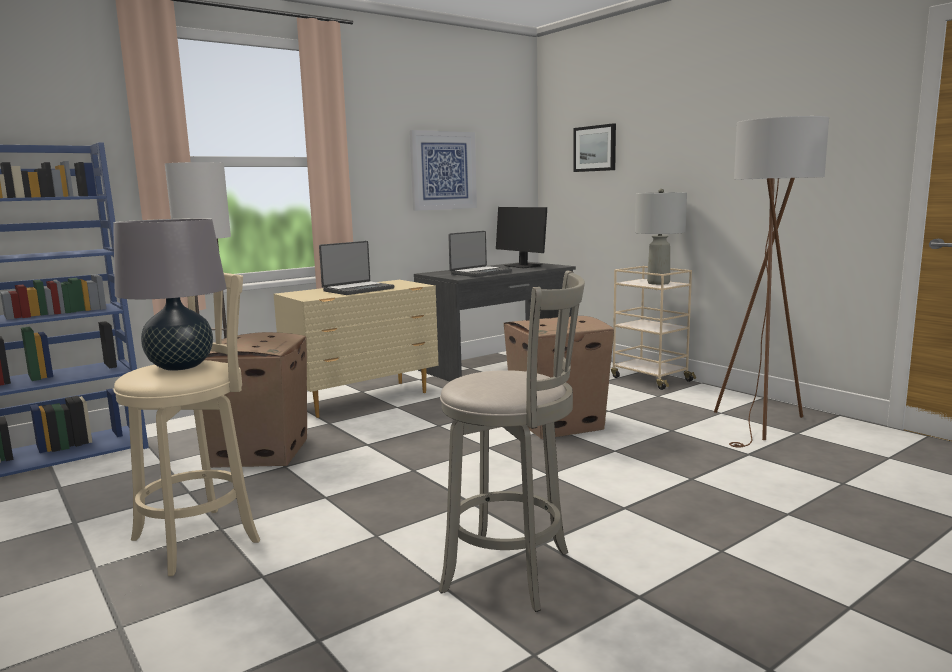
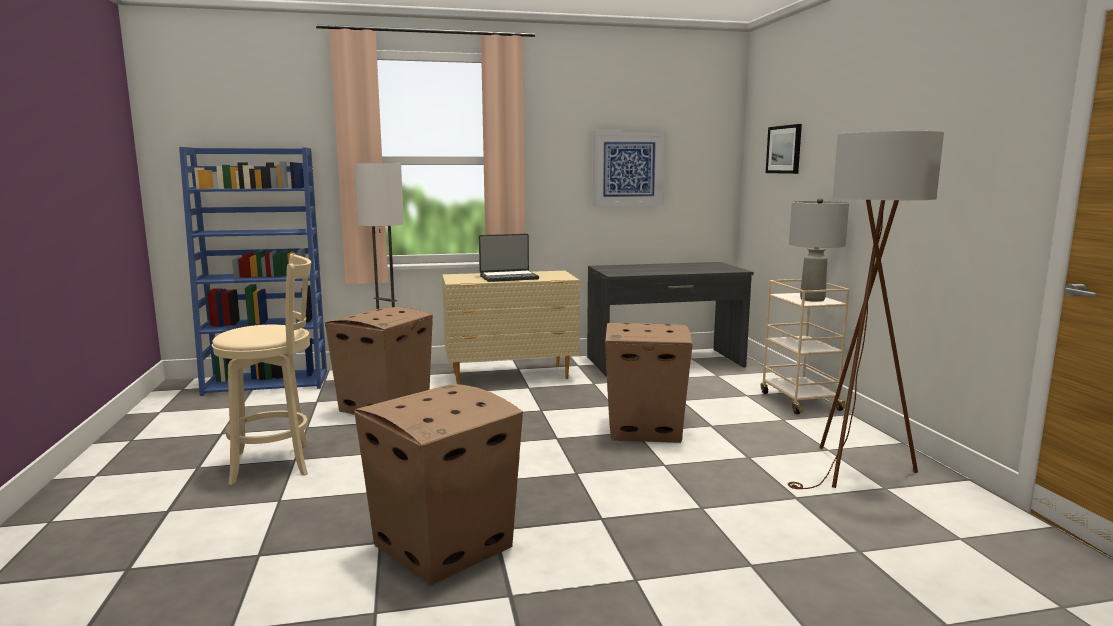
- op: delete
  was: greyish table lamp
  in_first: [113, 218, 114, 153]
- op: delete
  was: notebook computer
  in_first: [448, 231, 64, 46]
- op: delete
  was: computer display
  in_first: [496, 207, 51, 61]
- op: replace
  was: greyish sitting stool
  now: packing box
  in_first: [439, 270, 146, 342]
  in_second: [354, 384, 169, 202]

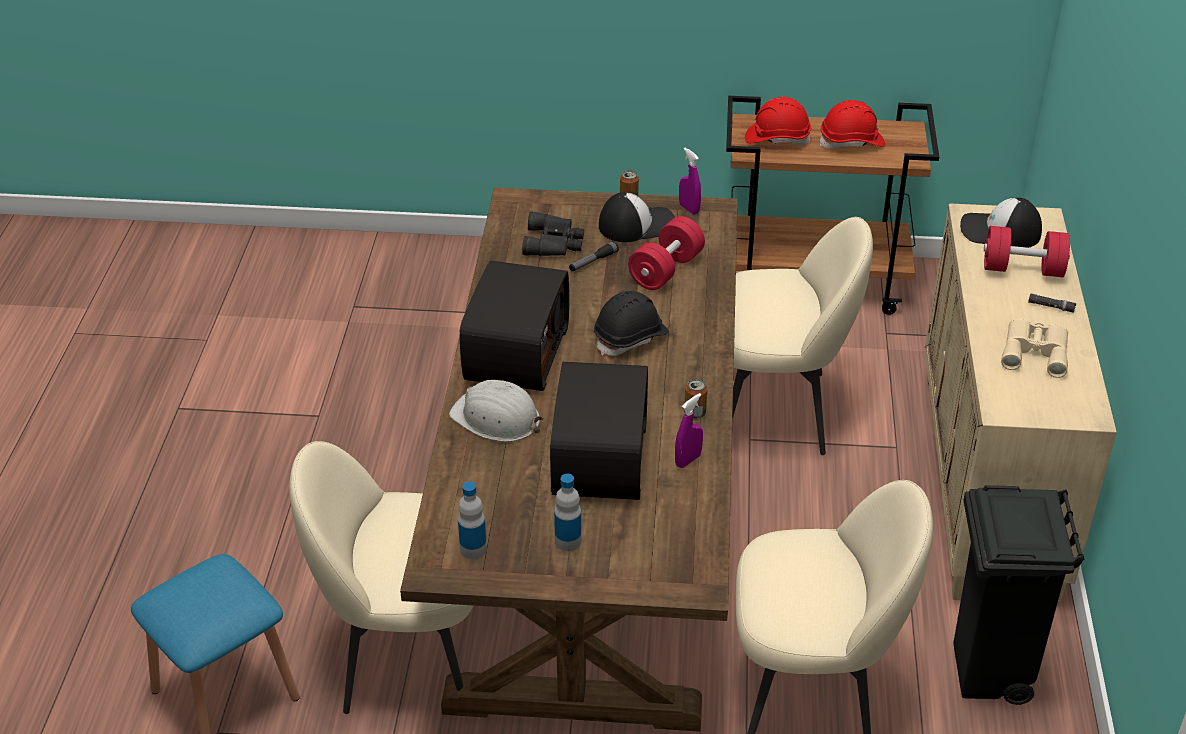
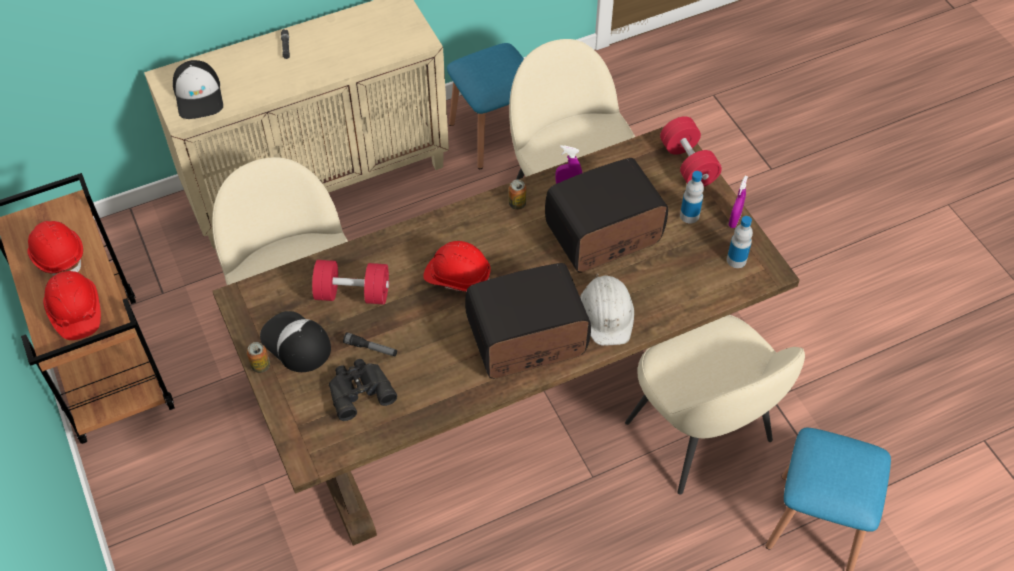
- op: delete
  was: beige-coloured binoculars
  in_first: [1001, 319, 67, 59]
- op: move
  was: purple-coloured hand sprayer
  in_first: [679, 148, 22, 67]
  in_second: [729, 176, 19, 52]
- op: move
  was: reddish free weight
  in_first: [984, 226, 86, 51]
  in_second: [660, 116, 62, 71]
- op: replace
  was: blackish waste bin
  now: bluish sitting stool
  in_first: [953, 485, 131, 220]
  in_second: [447, 43, 77, 126]
- op: recolor
  was: blackish safety helmet
  now: reddish safety helmet
  in_first: [594, 291, 75, 65]
  in_second: [423, 241, 68, 51]

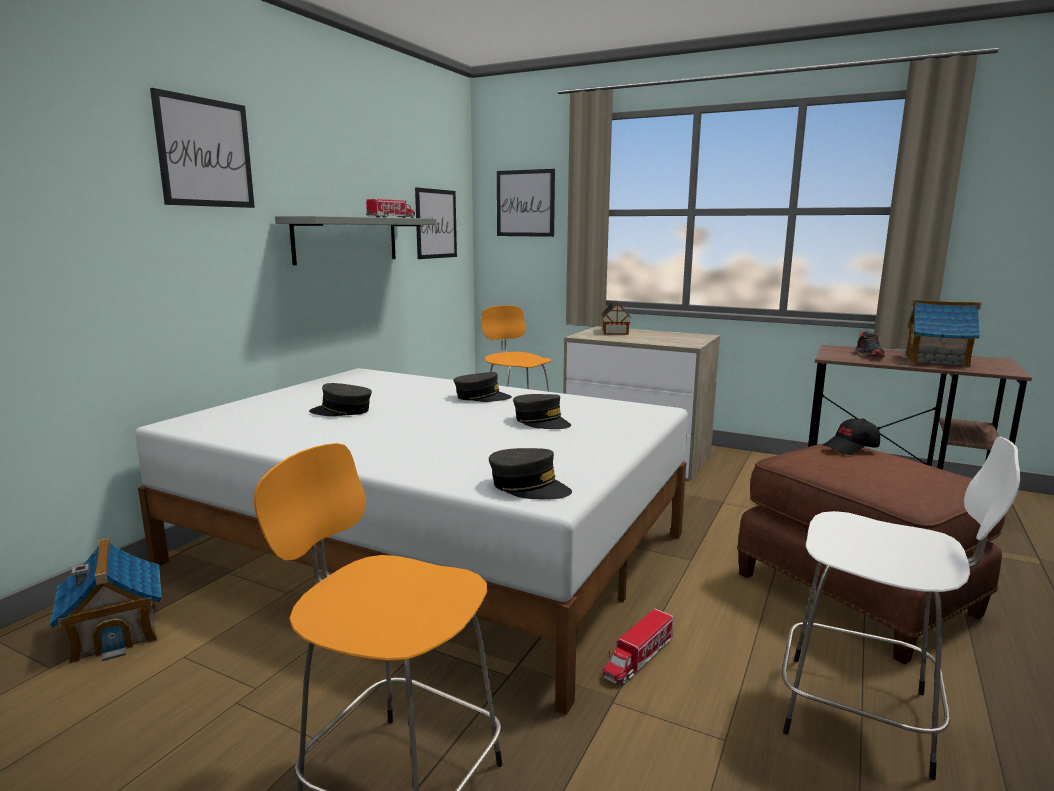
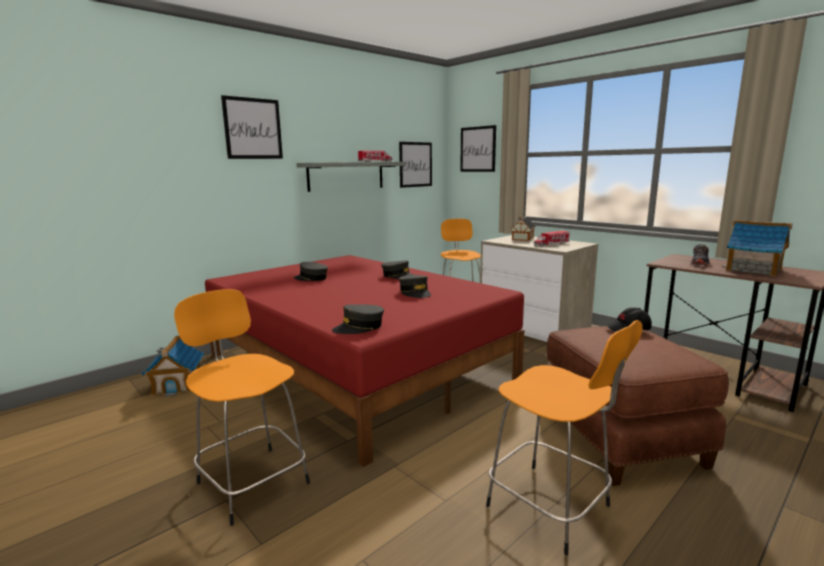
- op: move
  was: toy lorry
  in_first: [603, 609, 70, 76]
  in_second: [534, 231, 35, 16]
- op: recolor
  was: white-coloured sleeping bed
  now: reddish sleeping bed
  in_first: [135, 368, 553, 347]
  in_second: [205, 255, 319, 212]
- op: recolor
  was: white-coloured sitting stool
  now: orange-coloured sitting stool
  in_first: [782, 437, 238, 343]
  in_second: [486, 320, 157, 236]
- op: rotate
  was: greyish cap
  in_first: [489, 448, 83, 51]
  in_second: [332, 304, 52, 30]
  clockwise: 105

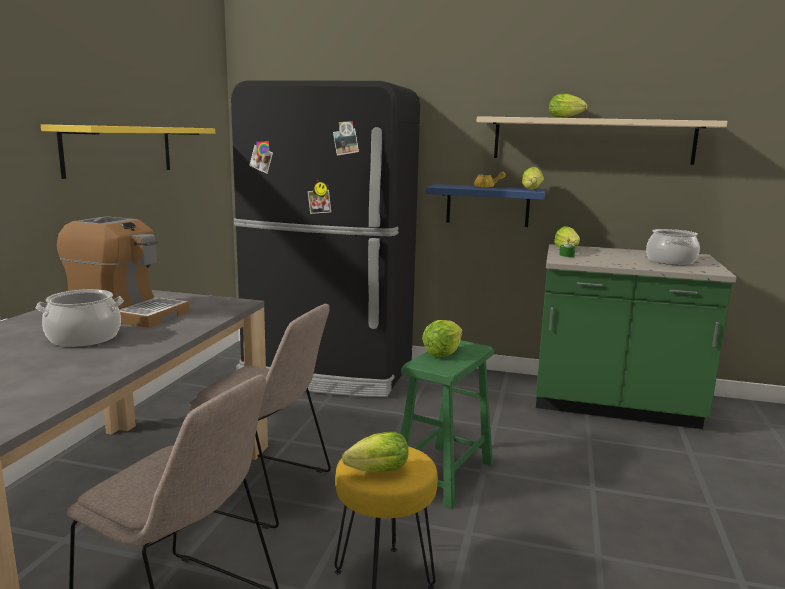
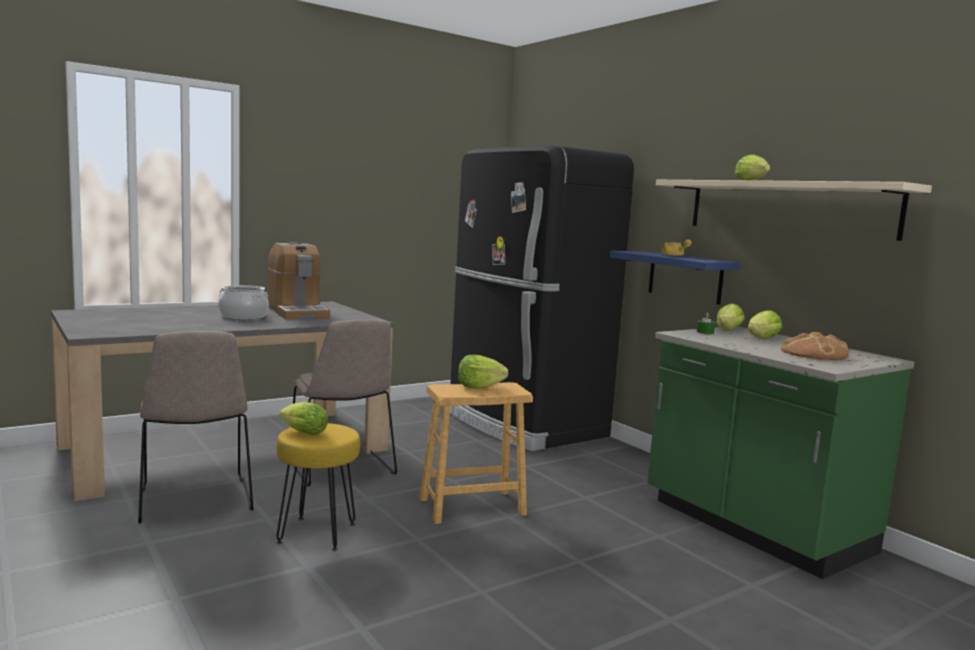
- op: delete
  was: yellowish bracket shelf
  in_first: [41, 124, 174, 55]
- op: move
  was: lettuce
  in_first: [522, 166, 22, 24]
  in_second: [748, 310, 34, 28]
- op: replace
  was: stockpot
  now: bakery bread
  in_first: [646, 229, 54, 36]
  in_second: [781, 332, 68, 28]
- op: recolor
  was: green sitting stool
  now: brown-coloured sitting stool
  in_first: [401, 340, 93, 169]
  in_second: [419, 382, 114, 142]

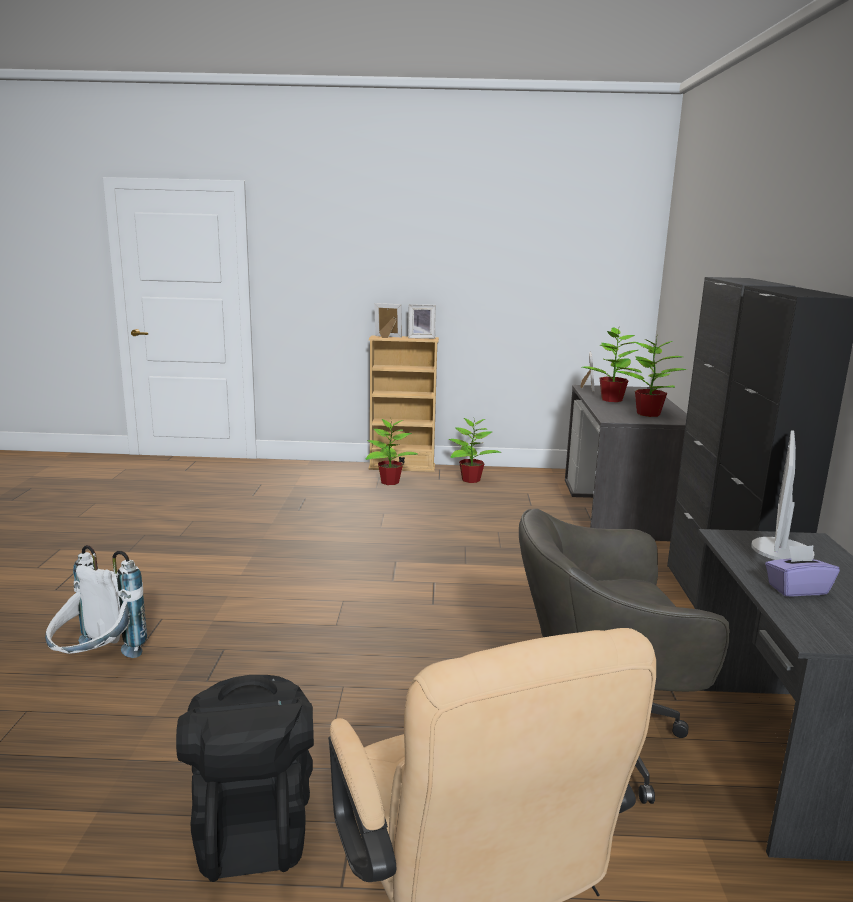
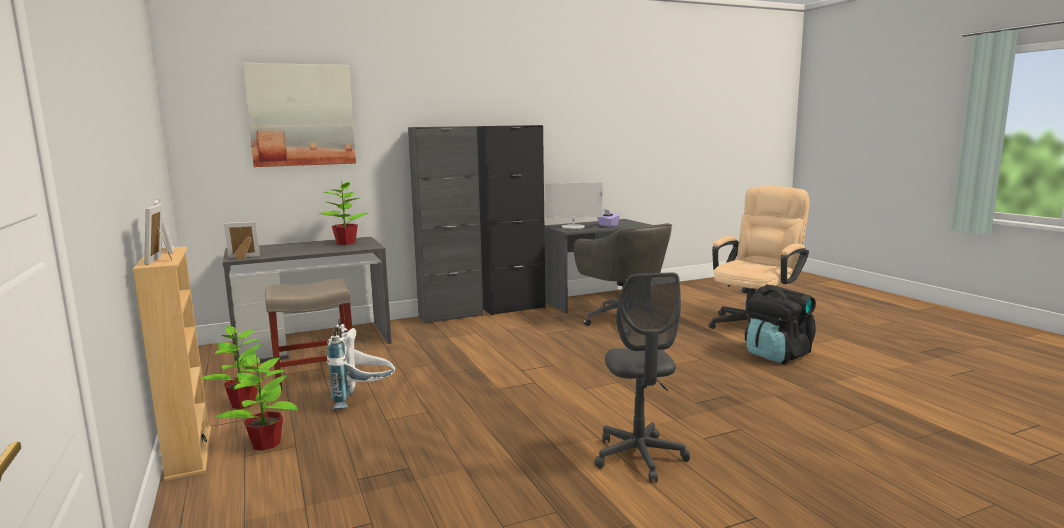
- op: delete
  was: plant in a pot
  in_first: [582, 327, 60, 75]
- op: insert
  now: picture
  in_second: [243, 63, 113, 104]
- op: insert
  now: beige-coloured sitting stool
  in_second: [265, 279, 91, 112]
- op: insert
  now: greyish computer chair
  in_second: [594, 272, 96, 211]
- op: move
  was: white-coloured backpack
  in_first: [45, 545, 102, 113]
  in_second: [327, 319, 68, 90]

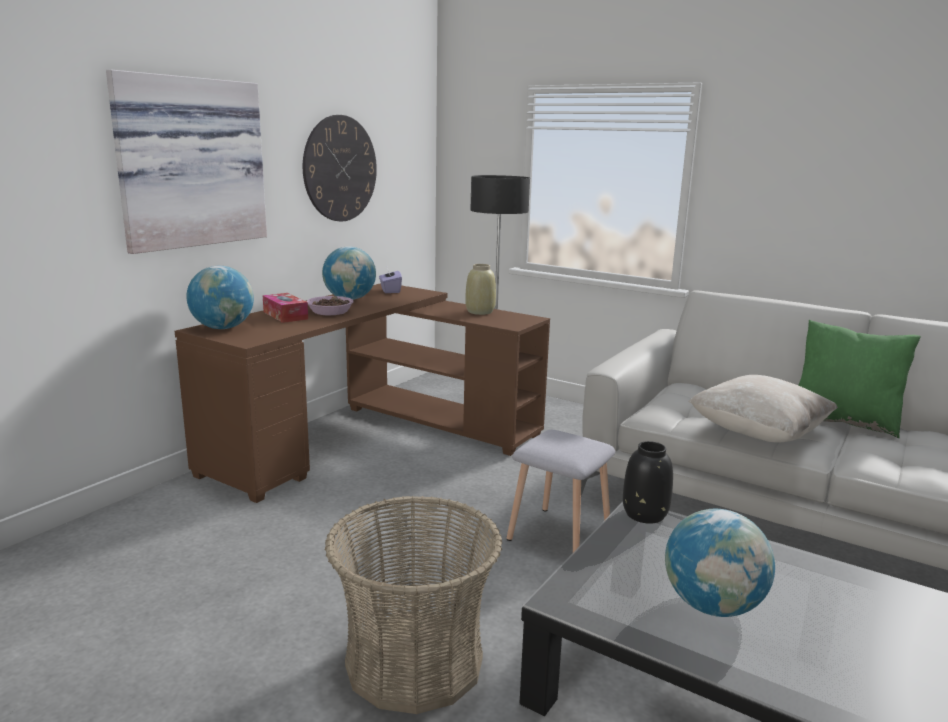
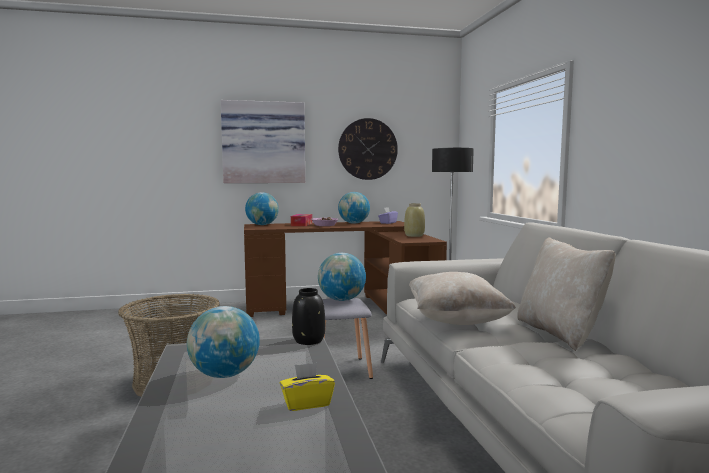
- op: insert
  now: yellowish tissue holder
  in_second: [280, 363, 55, 48]
- op: insert
  now: desk globe
  in_second: [318, 253, 48, 48]
- op: recolor
  was: green cushion
  now: beige-coloured cushion
  in_first: [798, 320, 123, 118]
  in_second: [517, 237, 99, 114]

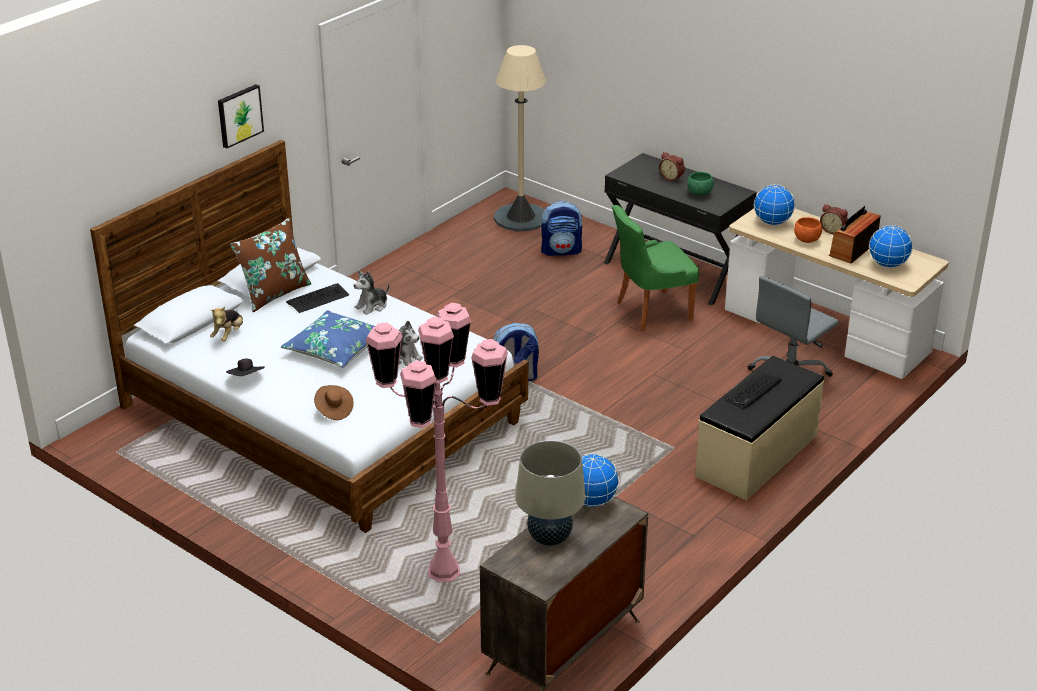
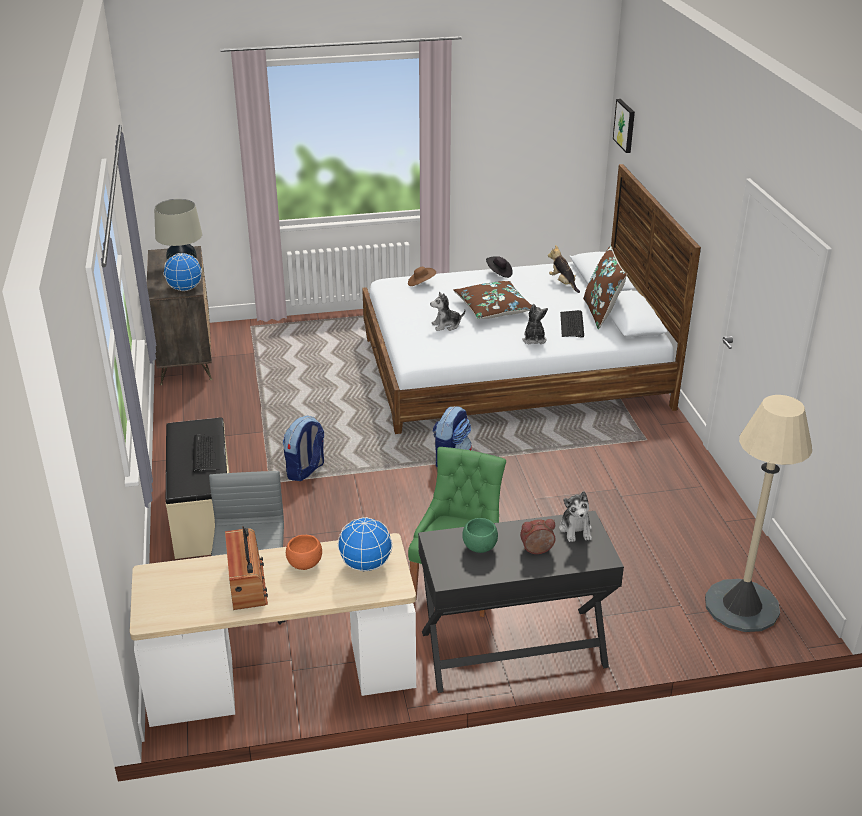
- op: delete
  was: pink standing lamp
  in_first: [366, 303, 142, 279]
- op: delete
  was: alarm clock
  in_first: [820, 204, 28, 30]
- op: delete
  was: desk globe
  in_first: [869, 225, 44, 43]
- op: insert
  now: plush toy
  in_second: [559, 491, 33, 51]
- op: move
  was: picture
  in_first: [218, 84, 46, 65]
  in_second: [613, 99, 22, 54]
- op: move
  was: backpack
  in_first: [541, 201, 42, 55]
  in_second: [283, 416, 41, 65]
- op: recolor
  was: bluish cushion
  now: brown-coloured cushion
  in_first: [281, 310, 95, 58]
  in_second: [453, 281, 79, 38]

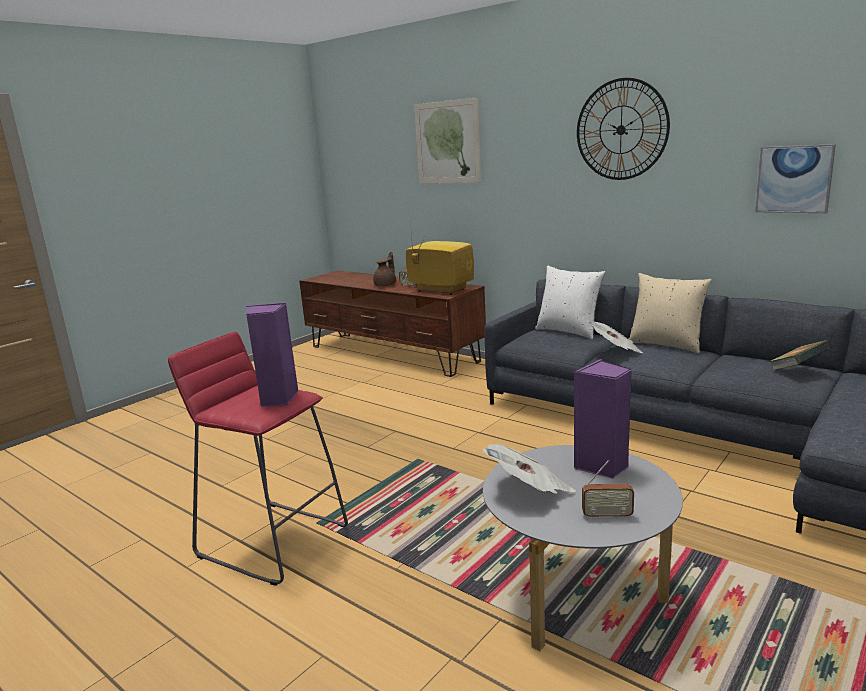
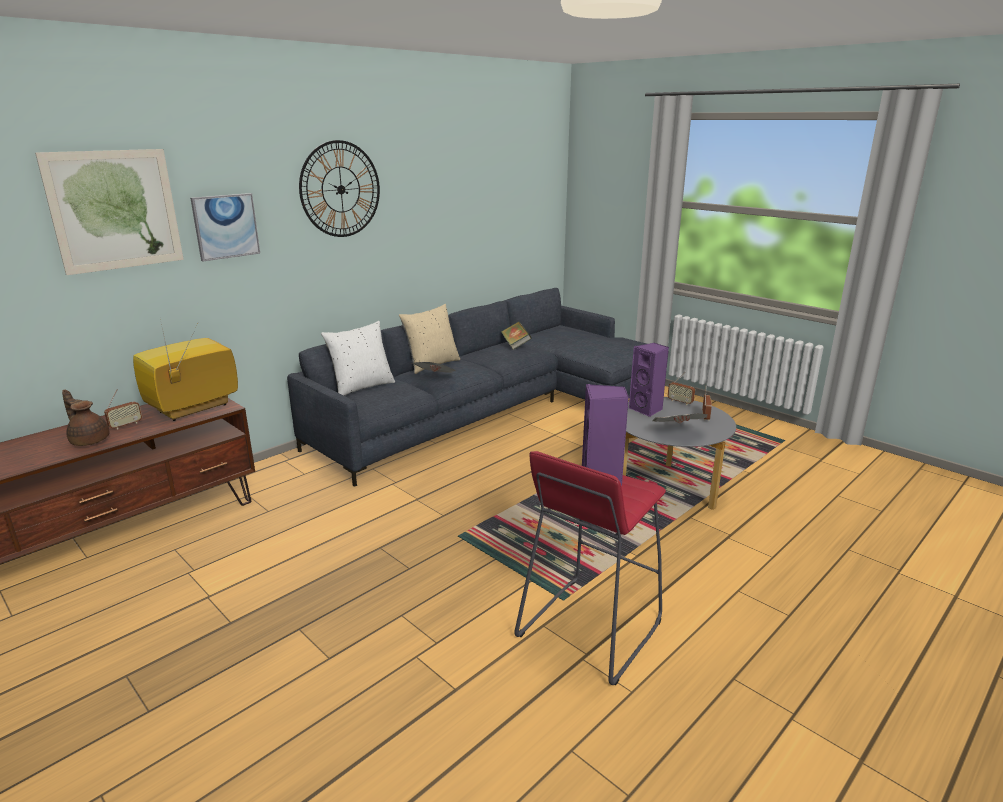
- op: insert
  now: radio set
  in_second: [668, 371, 27, 34]
- op: move
  was: picture
  in_first: [755, 144, 81, 69]
  in_second: [190, 193, 70, 68]

